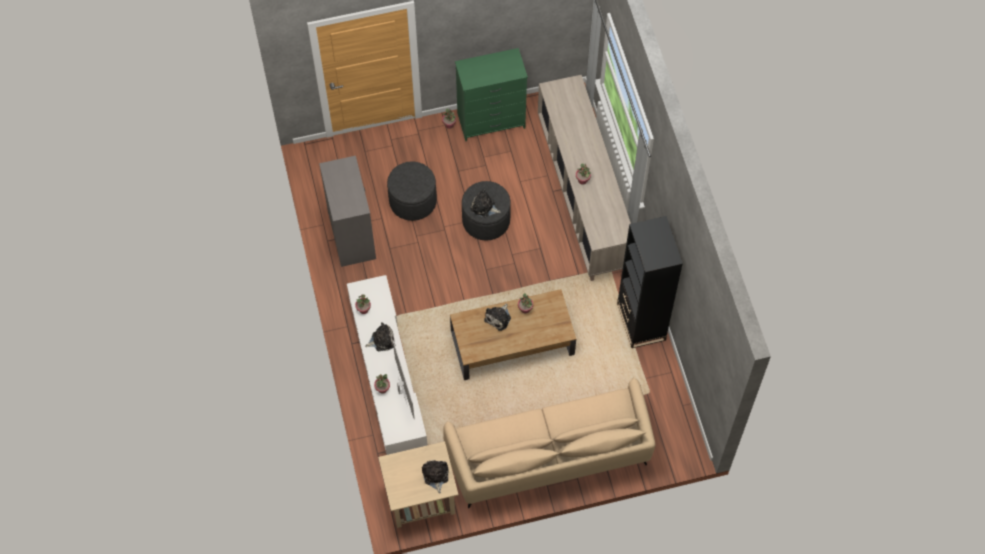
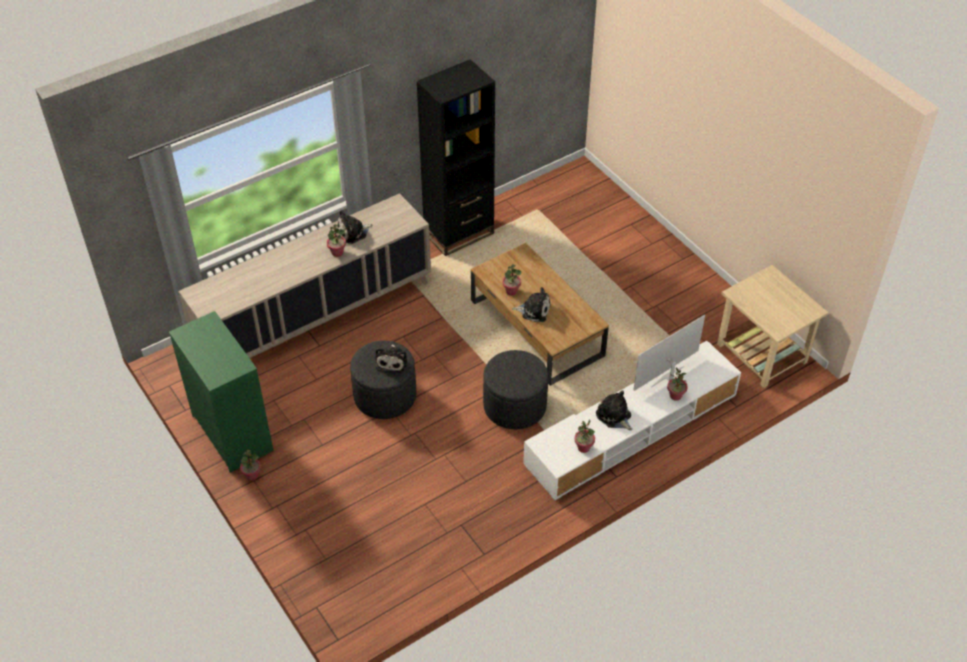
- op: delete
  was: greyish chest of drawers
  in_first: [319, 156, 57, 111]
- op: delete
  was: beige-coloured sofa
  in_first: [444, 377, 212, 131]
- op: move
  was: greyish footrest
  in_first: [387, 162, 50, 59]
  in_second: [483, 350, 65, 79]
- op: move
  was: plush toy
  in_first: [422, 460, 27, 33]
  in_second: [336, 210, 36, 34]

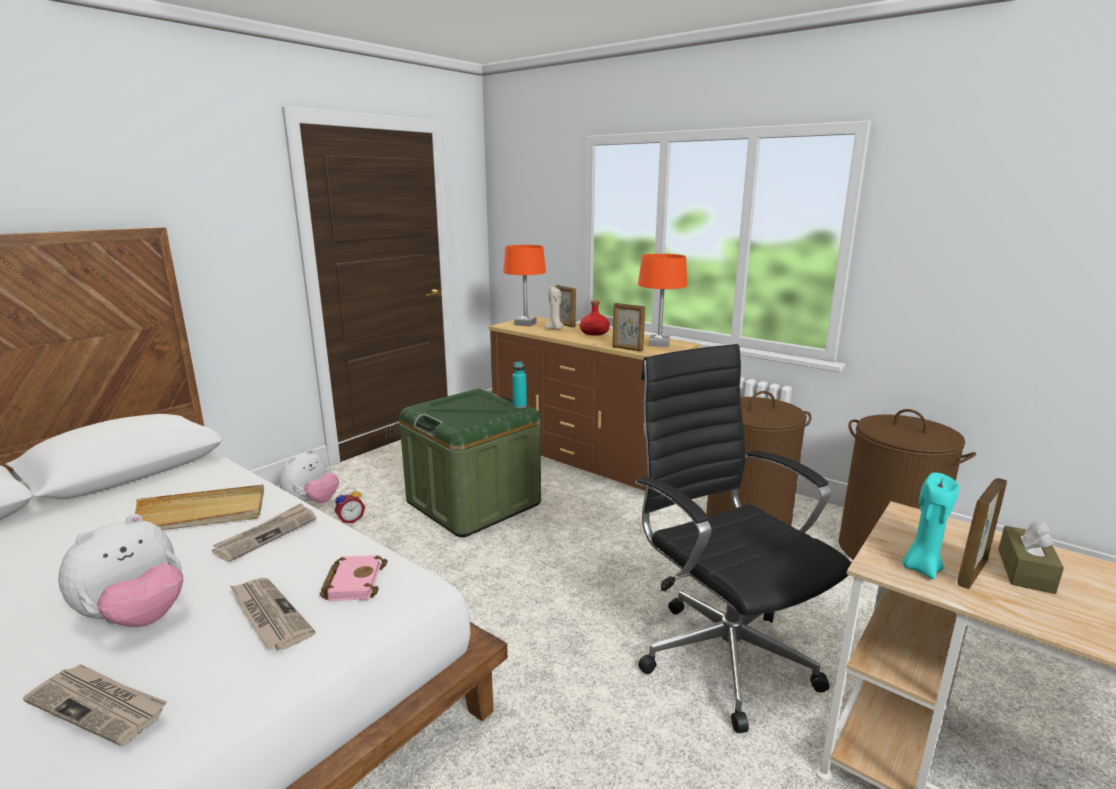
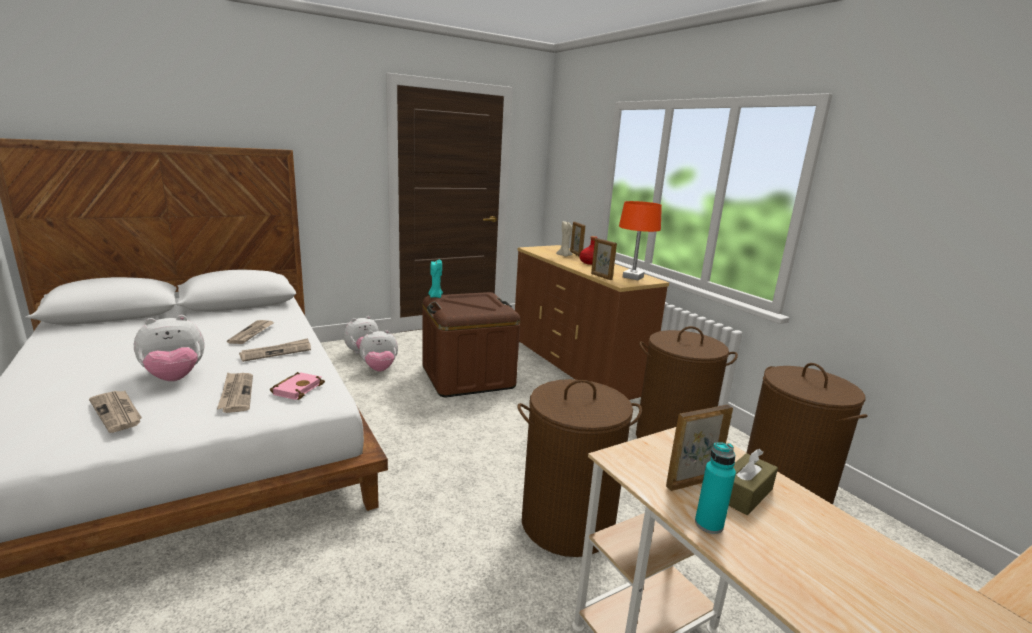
- op: delete
  was: orange-coloured table lamp
  in_first: [503, 245, 43, 81]
- op: move
  was: turquoise drink bottle
  in_first: [512, 361, 15, 47]
  in_second: [695, 442, 41, 92]
- op: move
  was: turquoise wax light
  in_first: [902, 473, 57, 106]
  in_second: [429, 260, 14, 38]
- op: replace
  was: beige-coloured carrying tray
  now: newspaper
  in_first: [135, 485, 129, 45]
  in_second: [227, 320, 47, 24]
- op: replace
  was: alarm clock
  now: plush toy
  in_first: [334, 488, 31, 35]
  in_second: [359, 330, 39, 41]
- op: replace
  was: blackish computer chair
  now: brown-coloured hamper
  in_first: [635, 344, 216, 389]
  in_second: [517, 379, 125, 178]
- op: recolor
  was: green storage bin
  now: brown-coloured storage bin
  in_first: [399, 389, 142, 148]
  in_second: [422, 292, 98, 105]

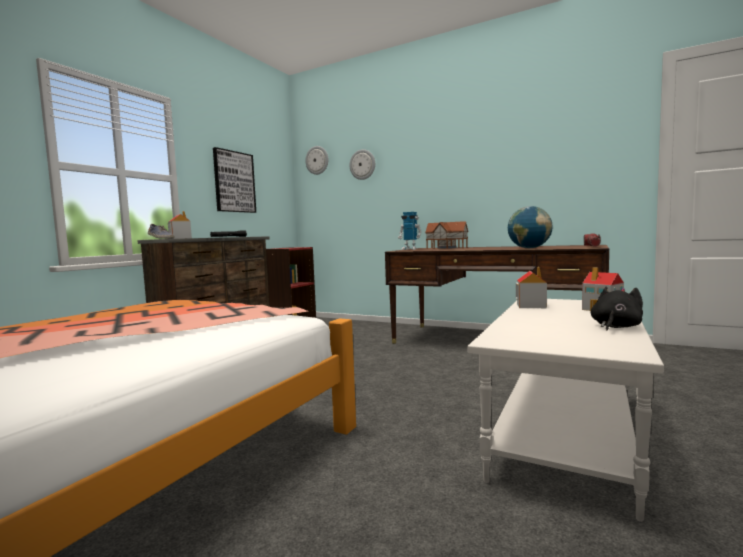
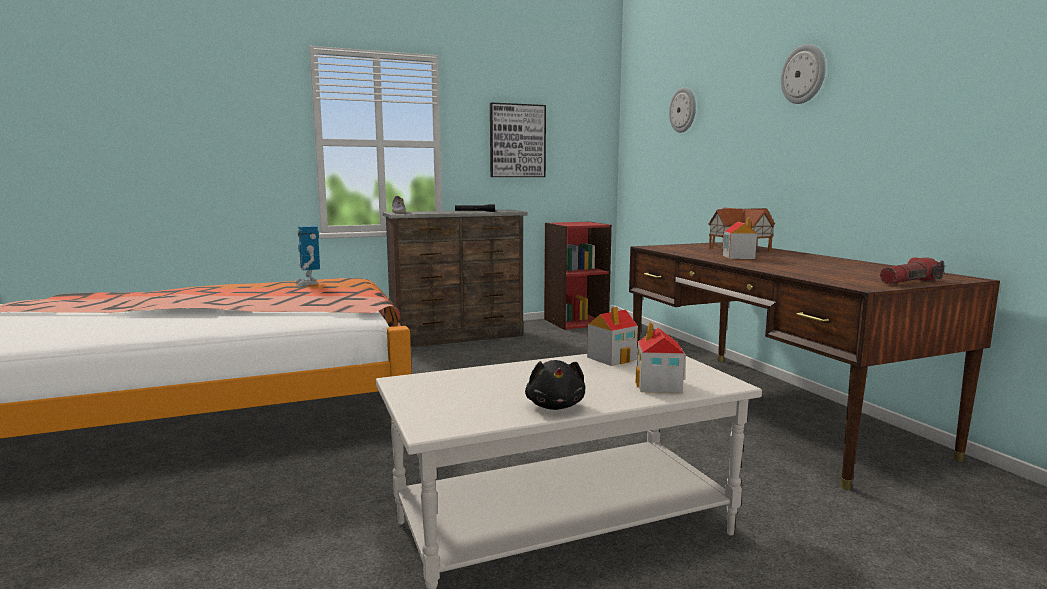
- op: delete
  was: desk globe
  in_first: [508, 206, 45, 42]
- op: move
  was: toy house
  in_first: [168, 211, 24, 28]
  in_second: [723, 218, 34, 41]
- op: move
  was: wall clock
  in_first: [306, 146, 22, 29]
  in_second: [781, 44, 45, 60]
- op: move
  was: robot figure
  in_first: [398, 212, 24, 38]
  in_second: [295, 225, 25, 61]
- op: rotate
  was: blackish plush toy
  in_first: [591, 287, 52, 43]
  in_second: [525, 360, 60, 50]
  clockwise: 90

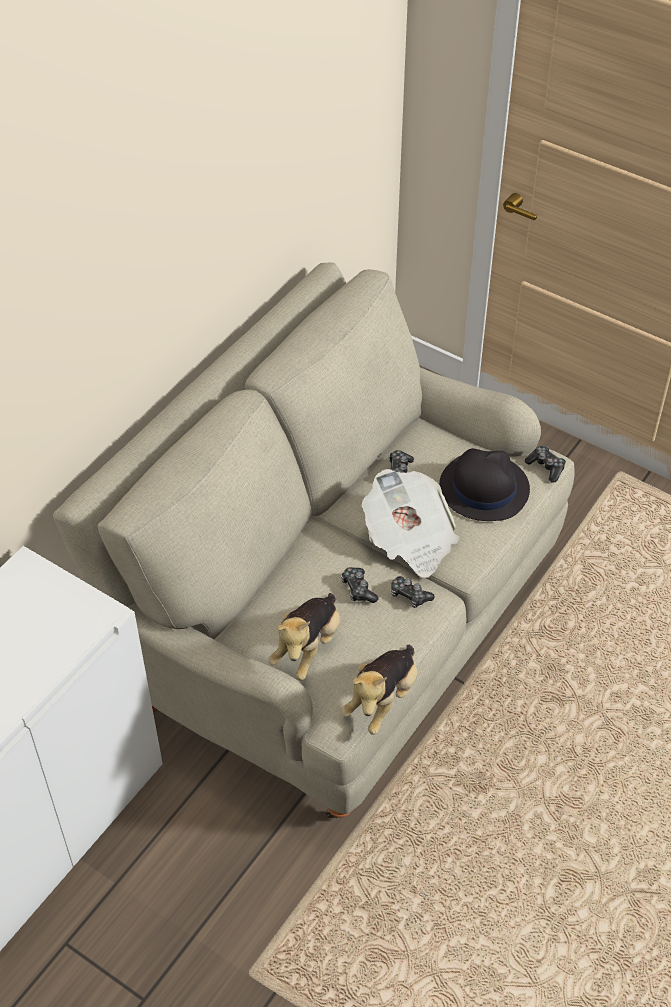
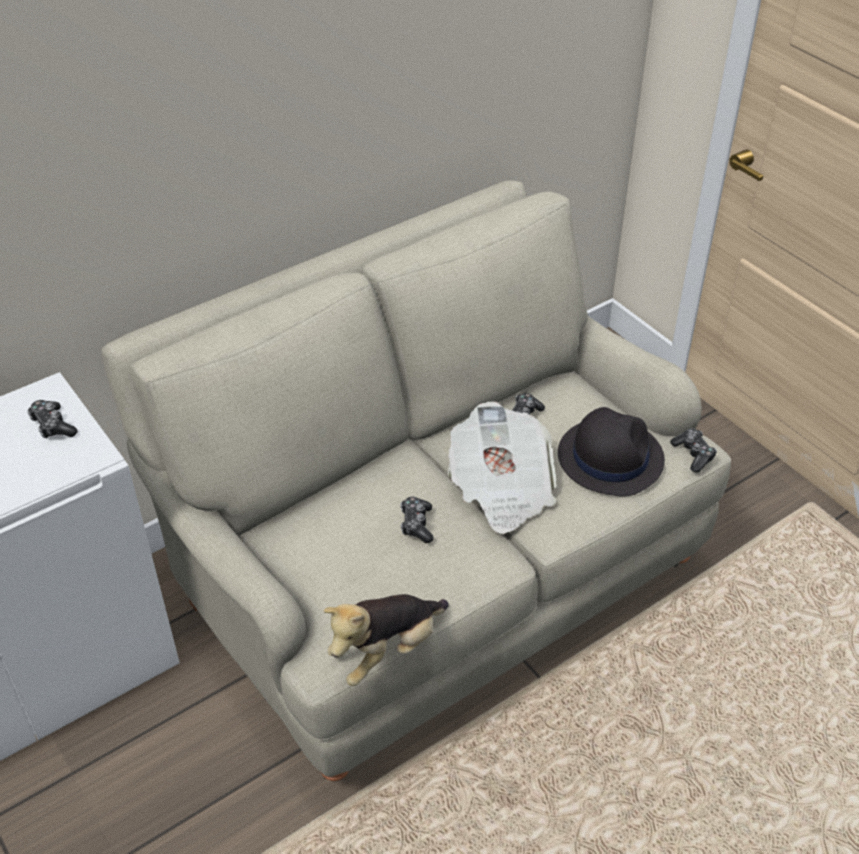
- op: delete
  was: plush toy
  in_first: [268, 593, 72, 87]
- op: move
  was: game controller
  in_first: [391, 576, 44, 32]
  in_second: [27, 400, 51, 38]

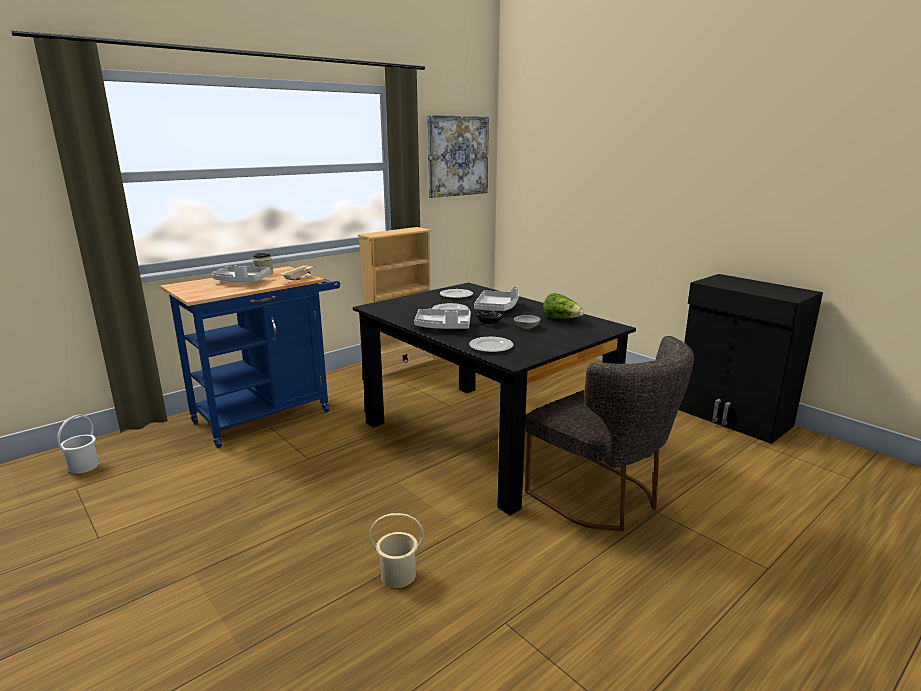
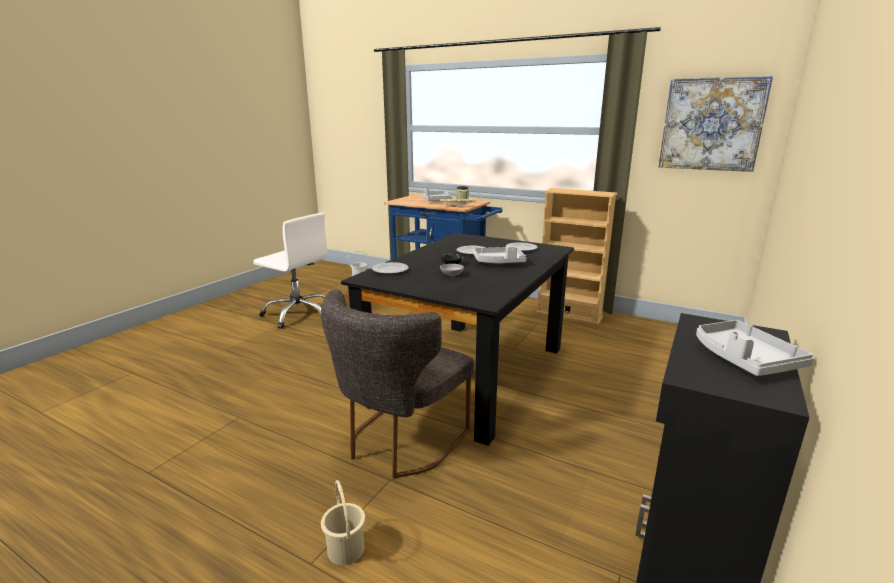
- op: delete
  was: lettuce
  in_first: [543, 293, 41, 26]
- op: insert
  now: white-coloured computer chair
  in_second: [253, 213, 74, 116]
- op: move
  was: beige-coloured pail
  in_first: [369, 513, 55, 75]
  in_second: [321, 480, 44, 85]
- op: move
  was: greyish carrying tray
  in_first: [414, 309, 57, 20]
  in_second: [696, 320, 118, 56]

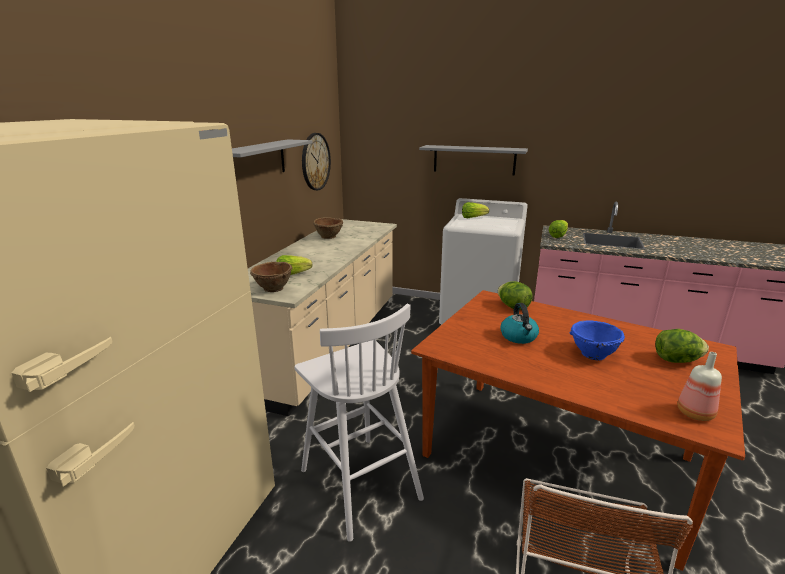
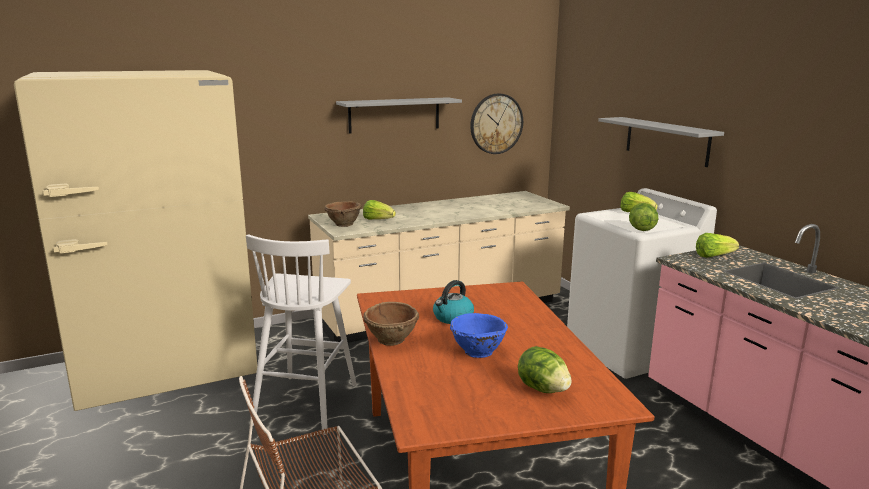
- op: delete
  was: drink bottle
  in_first: [677, 352, 45, 69]
- op: move
  was: brown-coloured serving bowl
  in_first: [313, 217, 30, 22]
  in_second: [363, 302, 56, 44]
- op: move
  was: lettuce
  in_first: [498, 281, 35, 29]
  in_second: [629, 203, 29, 28]

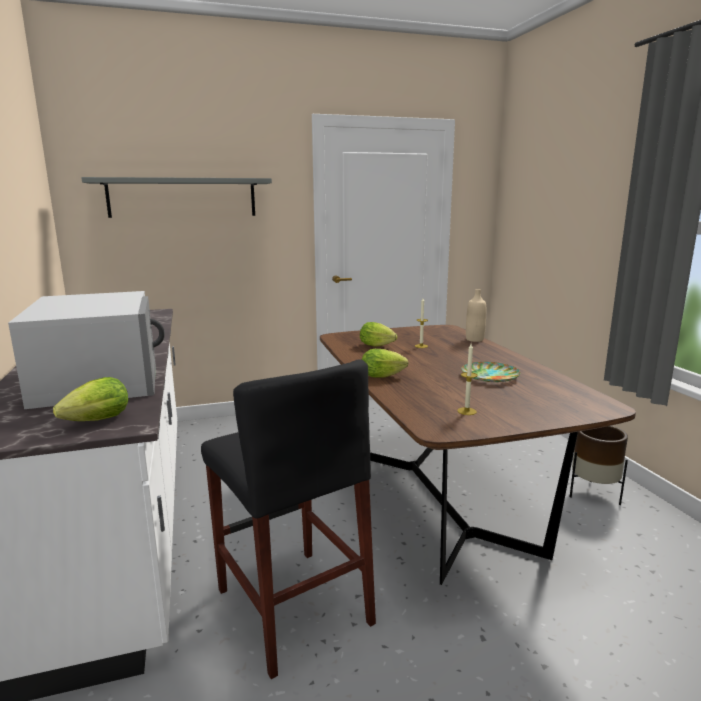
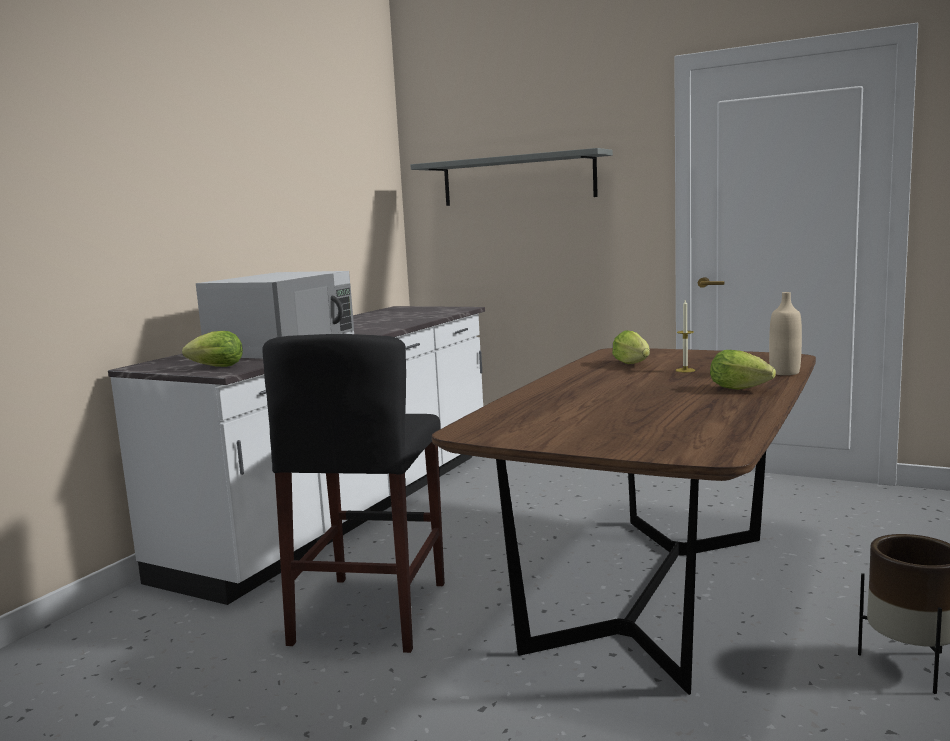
- op: delete
  was: wax light
  in_first: [457, 344, 21, 71]
- op: delete
  was: plate
  in_first: [461, 362, 59, 20]
- op: move
  was: lettuce
  in_first: [362, 349, 47, 29]
  in_second: [710, 350, 66, 40]

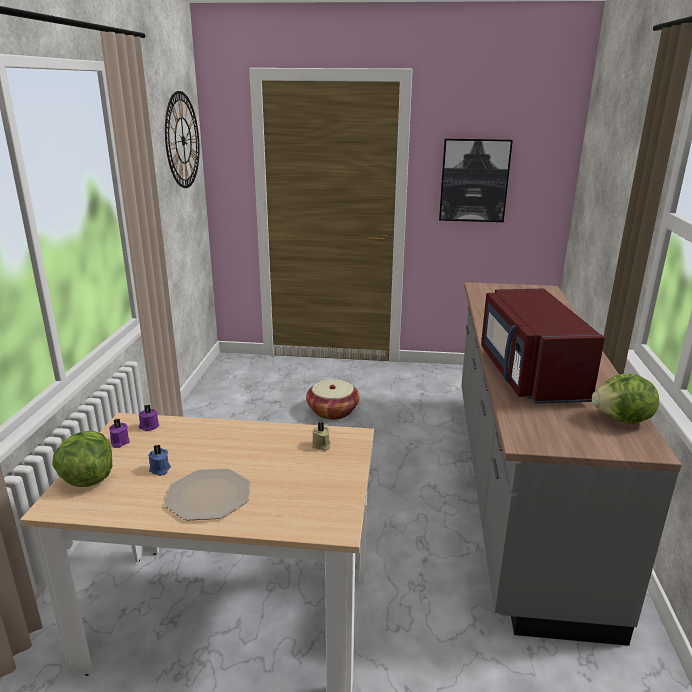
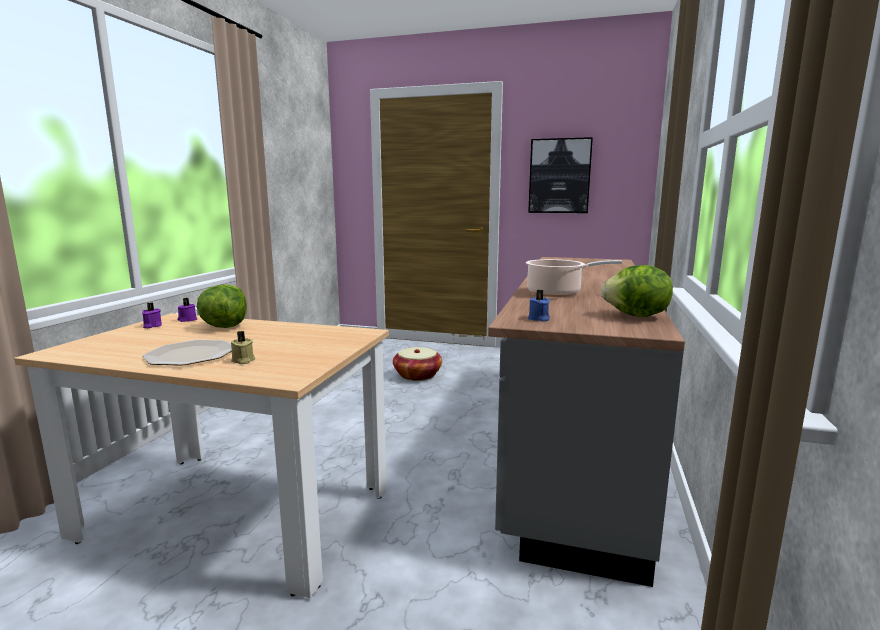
- op: delete
  was: wall clock
  in_first: [165, 91, 35, 97]
- op: move
  was: lettuce
  in_first: [52, 431, 60, 56]
  in_second: [197, 284, 50, 44]
- op: move
  was: bluish wax light
  in_first: [148, 445, 23, 31]
  in_second: [528, 290, 22, 31]
- op: move
  was: beige-coloured wax light
  in_first: [312, 422, 18, 29]
  in_second: [231, 331, 24, 33]
- op: replace
  was: reddish kitchen microwave
  now: stockpot
  in_first: [481, 289, 124, 115]
  in_second: [526, 259, 97, 38]

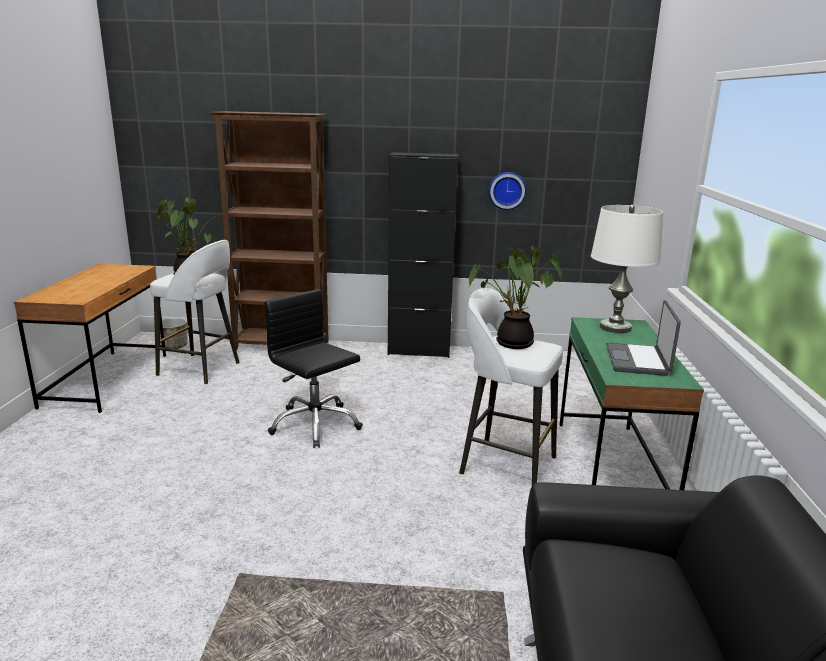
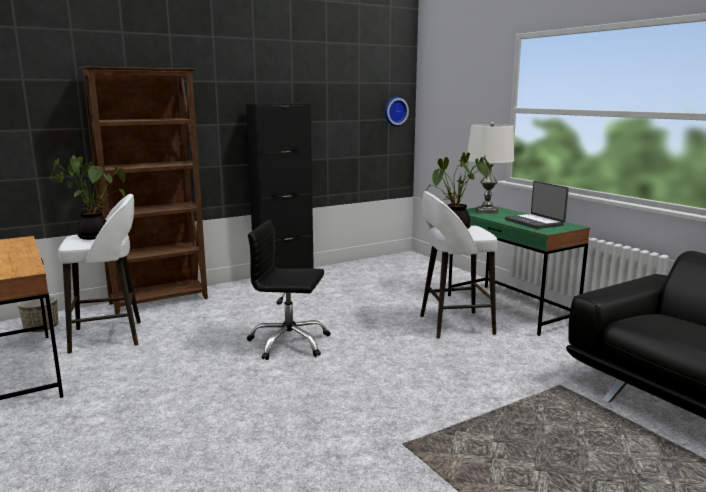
- op: move
  was: wall clock
  in_first: [488, 172, 38, 38]
  in_second: [385, 97, 24, 29]

